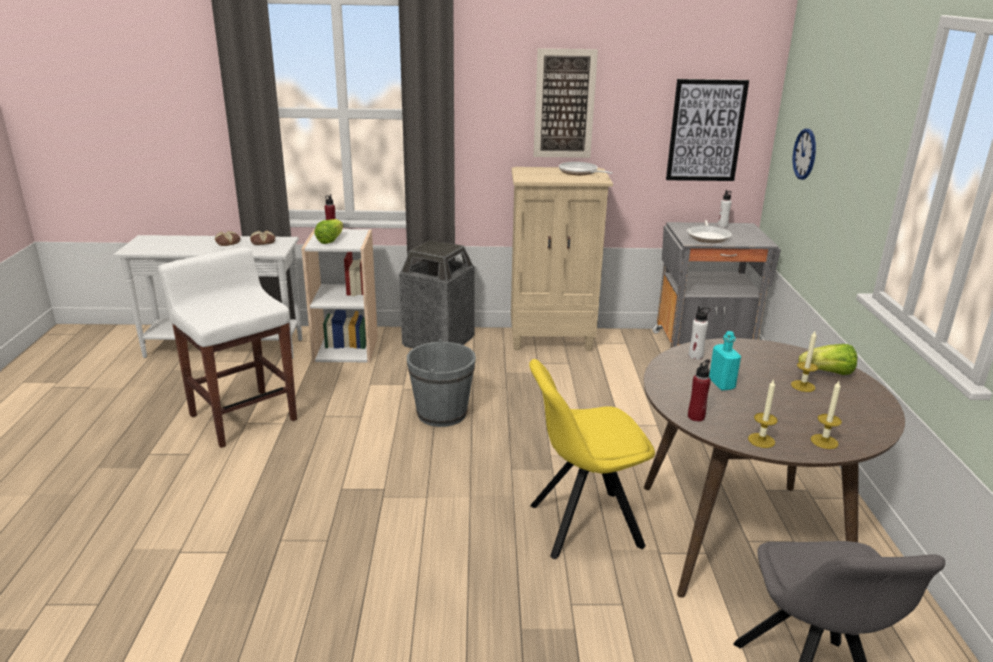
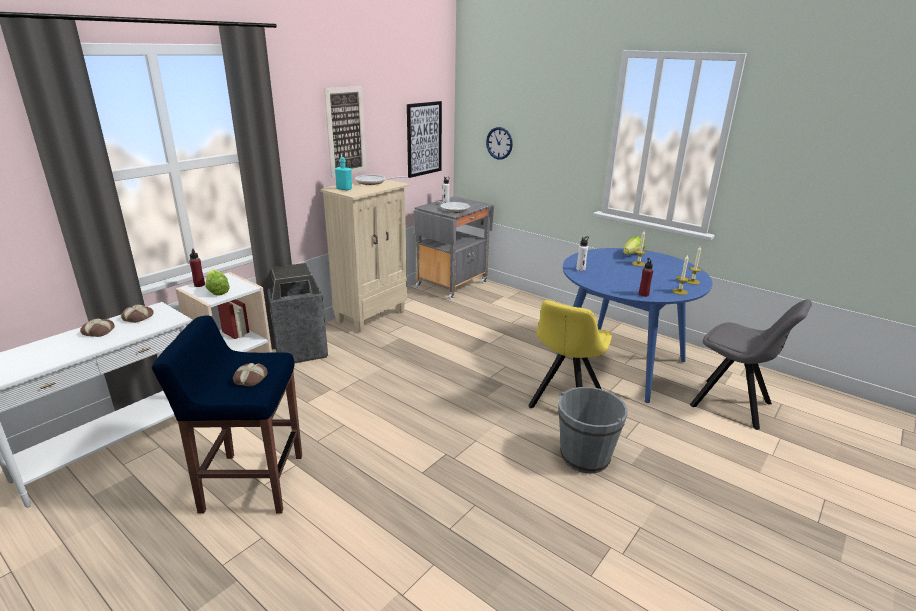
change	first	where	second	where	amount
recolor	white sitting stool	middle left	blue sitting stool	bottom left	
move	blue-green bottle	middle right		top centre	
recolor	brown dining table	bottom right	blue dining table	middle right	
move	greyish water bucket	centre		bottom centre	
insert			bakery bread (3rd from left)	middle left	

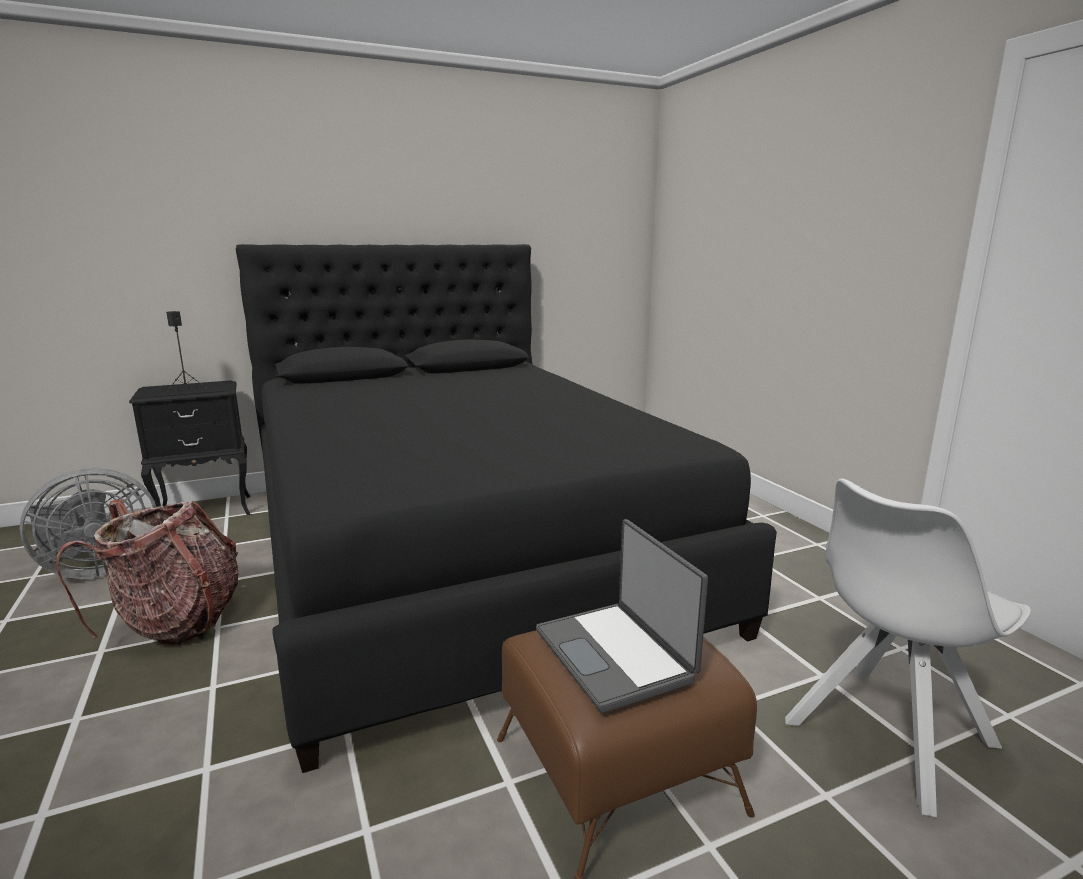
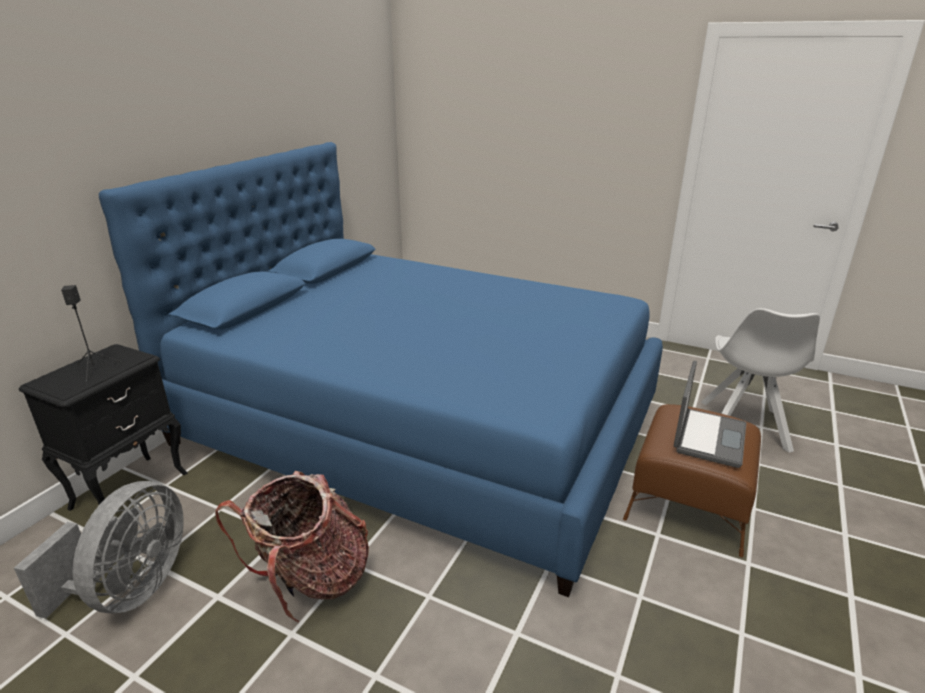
change	first	where	second	where	amount
recolor	black-coloured sleeping bed	centre	blue sleeping bed	centre	
rotate	laptop	bottom centre		middle right	90 degrees counterclockwise

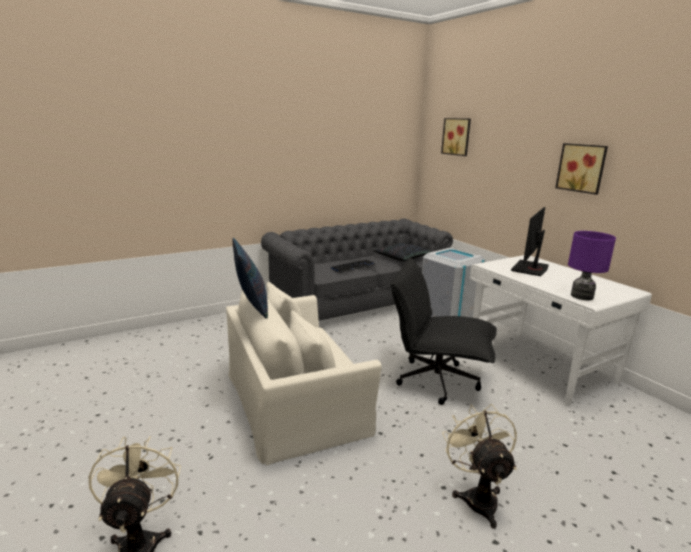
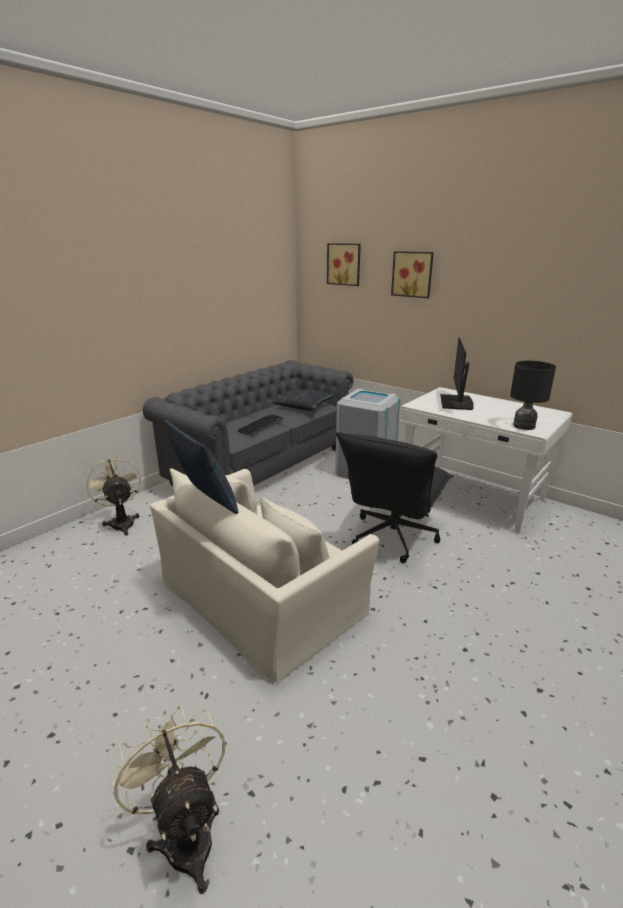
change	first	where	second	where	amount
move	wall art (2nd from left)	top right		top centre	
recolor	purple-coloured tabletop lamp	middle right	black-coloured tabletop lamp	middle right	
rotate	black-coloured computer chair	centre		centre	60 degrees counterclockwise
move	beige-coloured fan (2nd from left in the first image)	bottom right	beige-coloured fan (1st from left)	middle left	

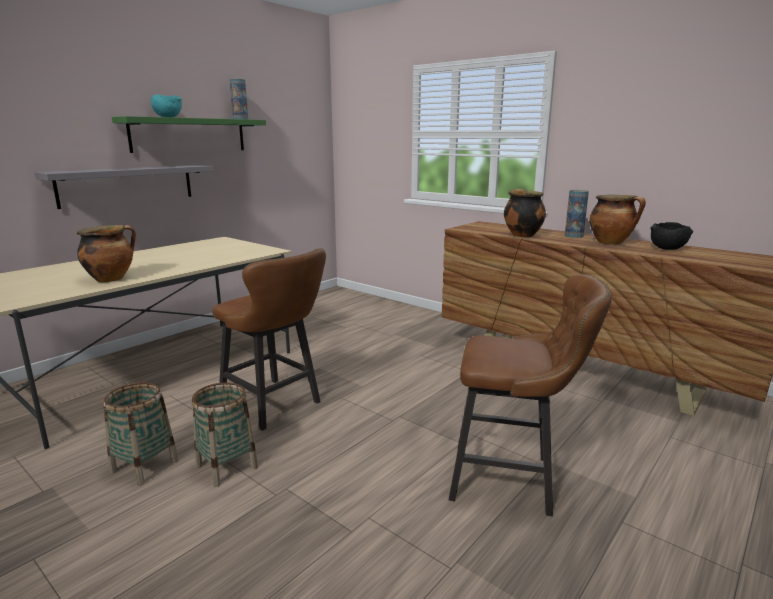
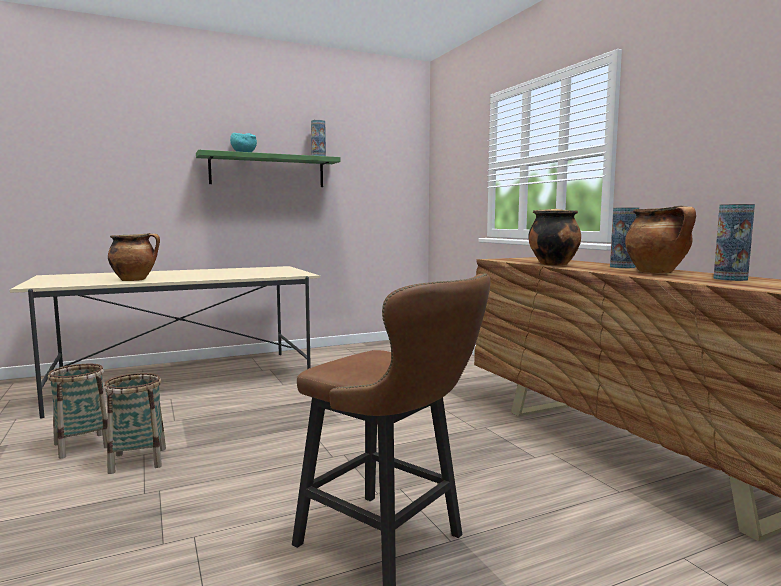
change	first	where	second	where	amount
delete	greyish wall shelf	top left			
replace	black-coloured bowl	middle right	flower vase (3rd from left)	middle right	
delete	brown sitting stool (1st from left)	centre			

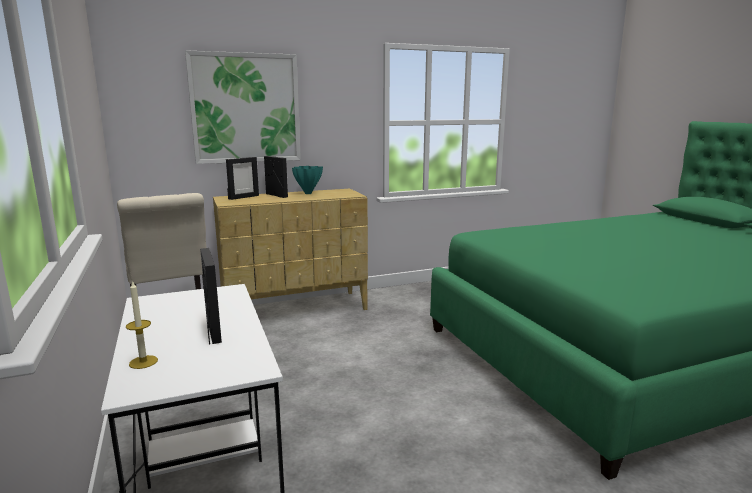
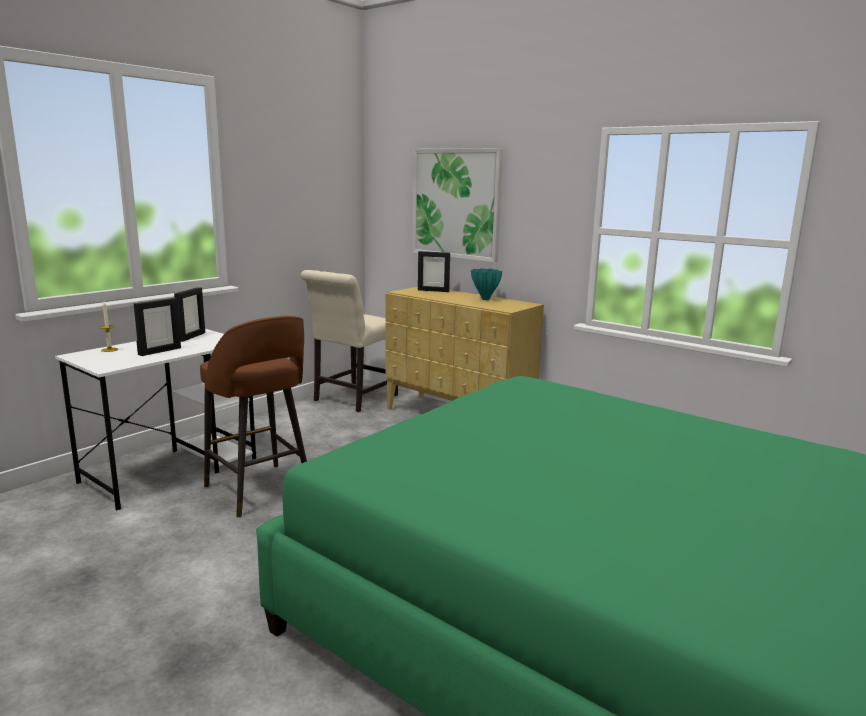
change	first	where	second	where	amount
move	photo frame (3rd from left in the first image)	centre	photo frame (2nd from left)	middle left	
insert			brown sitting stool	middle left	

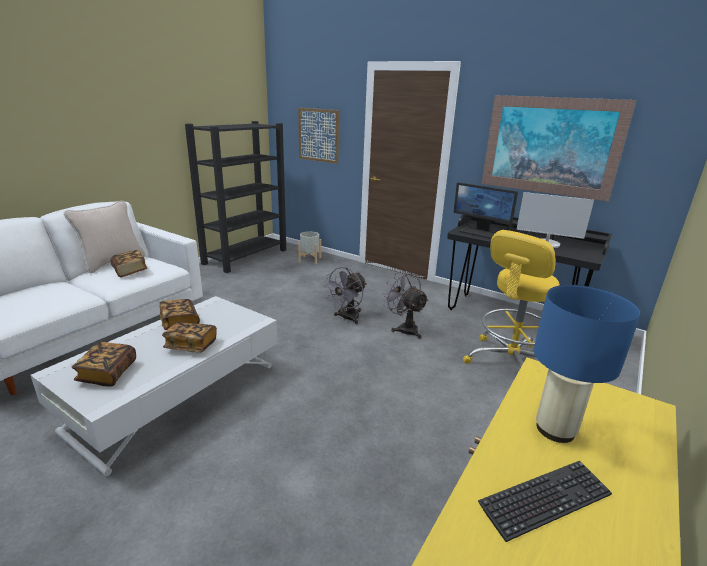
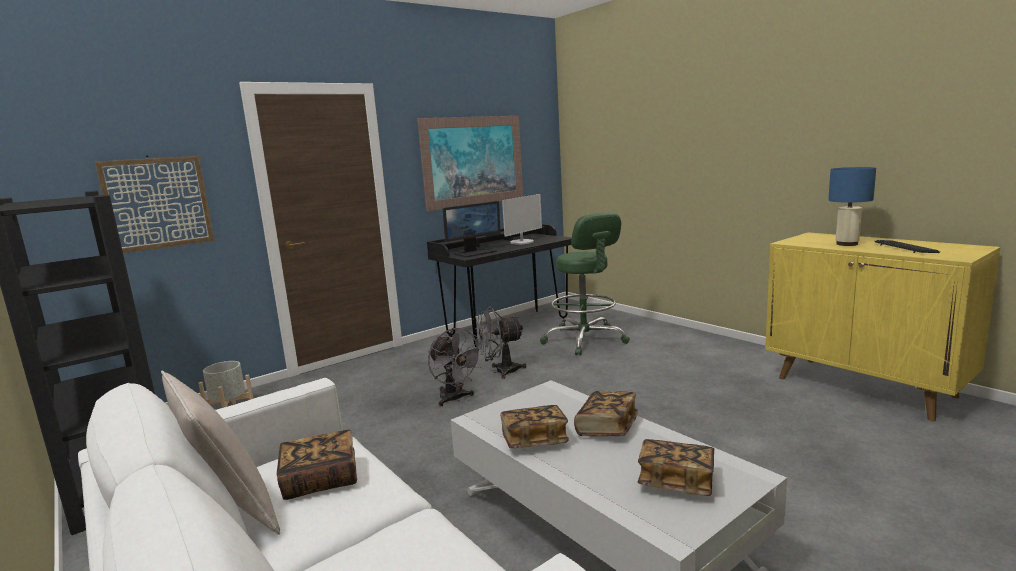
change	first	where	second	where	amount
recolor	yellow sitting stool	middle right	green-coloured sitting stool	centre	

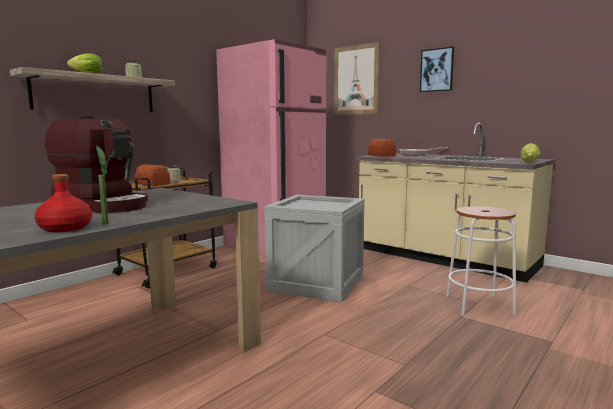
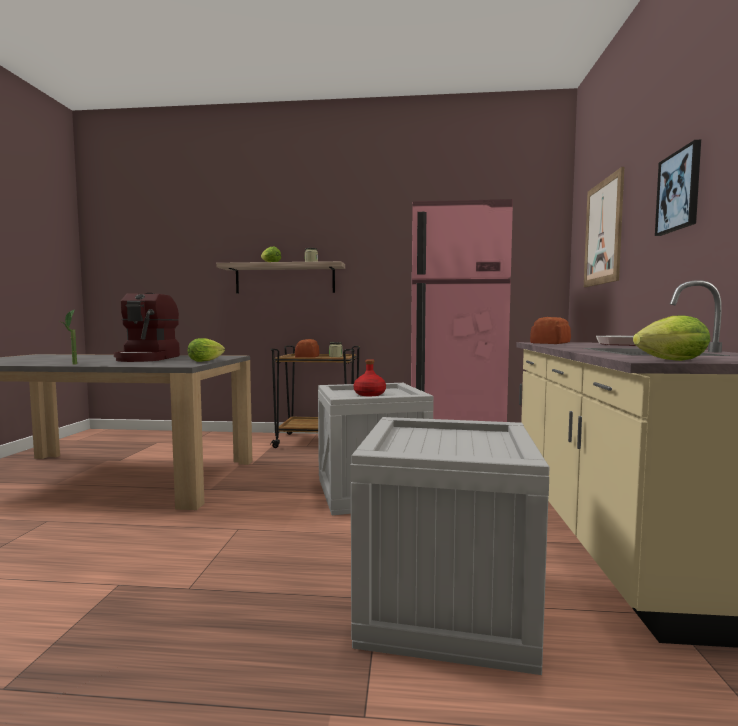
change	first	where	second	where	amount
move	red bottle	middle left		centre	
replace	white sitting stool	middle right	shipping crate (2nd from left)	bottom centre	
insert			lettuce head (1st from left)	middle left	

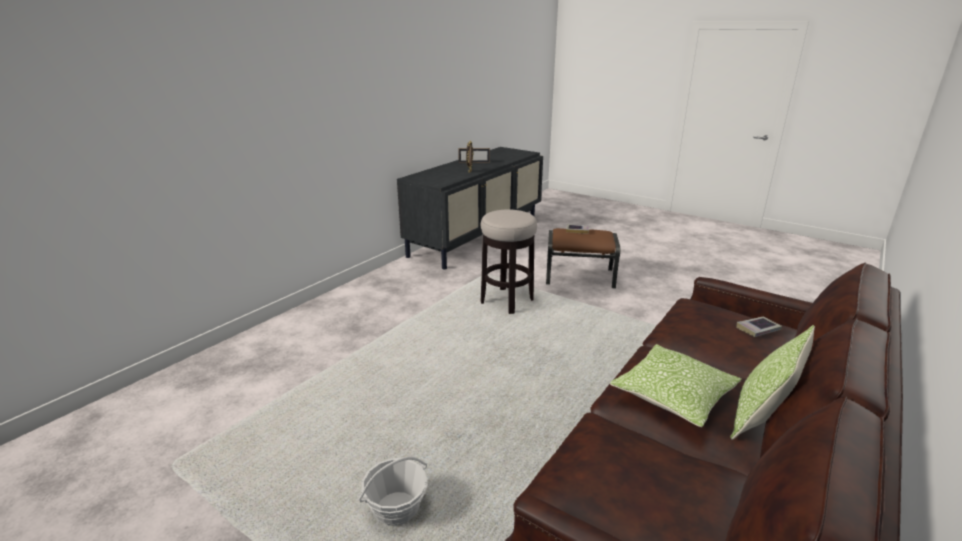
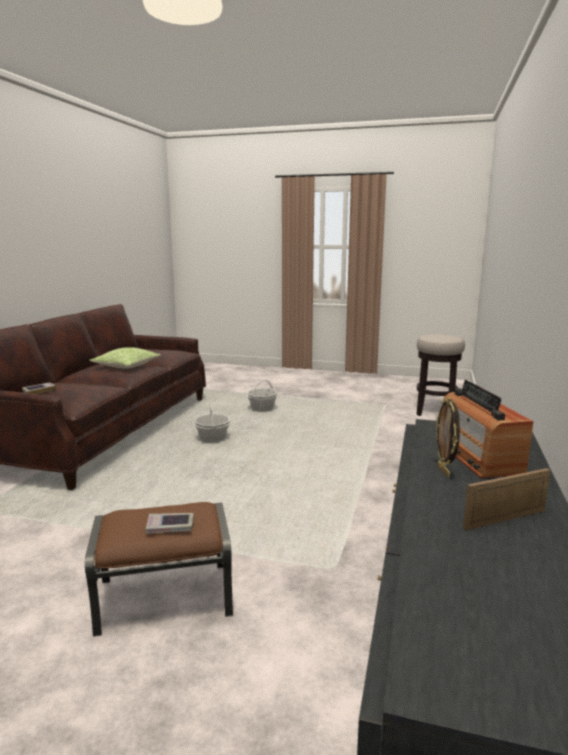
change	first	where	second	where	amount
move	sitting stool	centre		middle right	
delete	pillow (2nd from left)	bottom right			
insert			radio receiver	middle right	
insert			storage basket (1st from left)	centre	

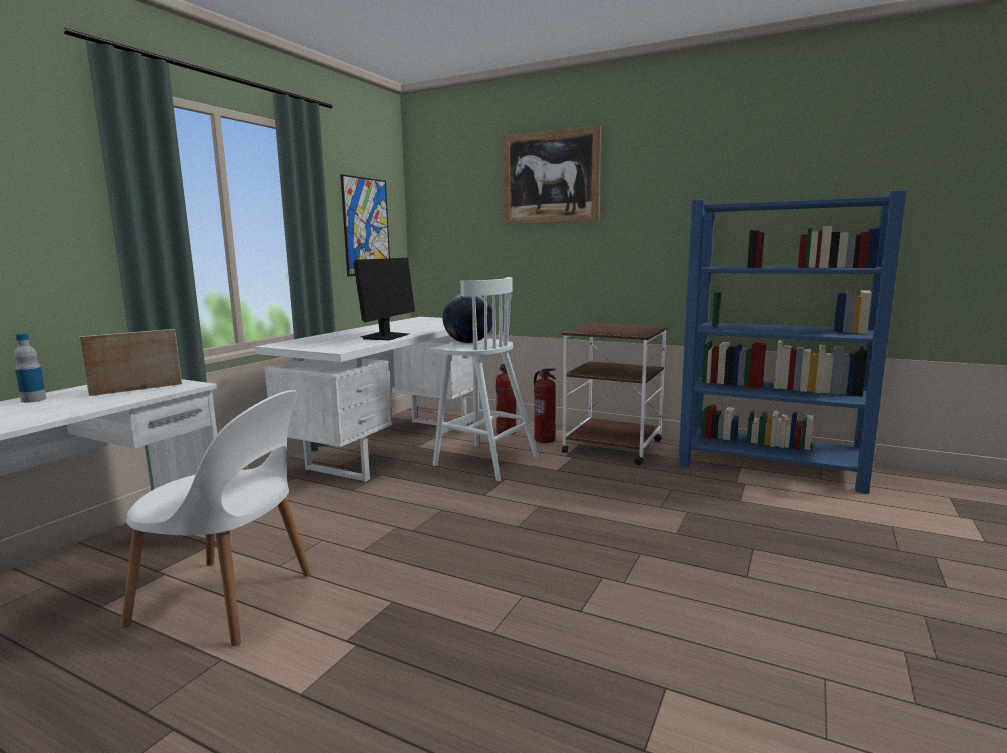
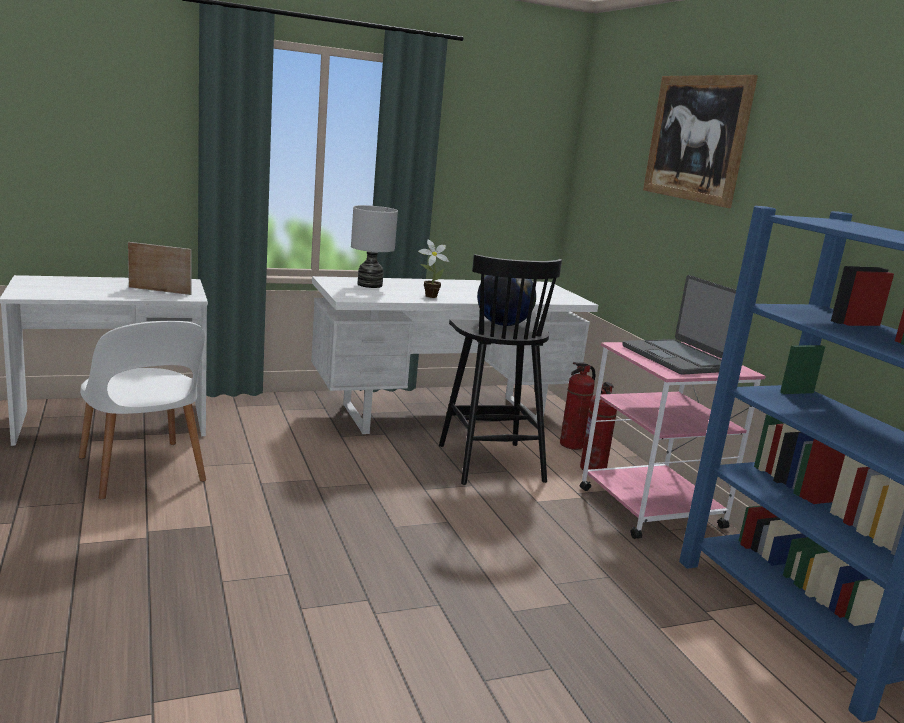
change	first	where	second	where	amount
delete	wall art (1st from left)	top centre			
replace	computer display	centre	potted plant	centre	
recolor	white sitting stool	centre	black-coloured sitting stool	centre	
recolor	brown trolley	centre	pink-coloured trolley	middle right	
delete	bottle	middle left			
insert			greyish tabletop lamp	centre	
insert			laptop	middle right	

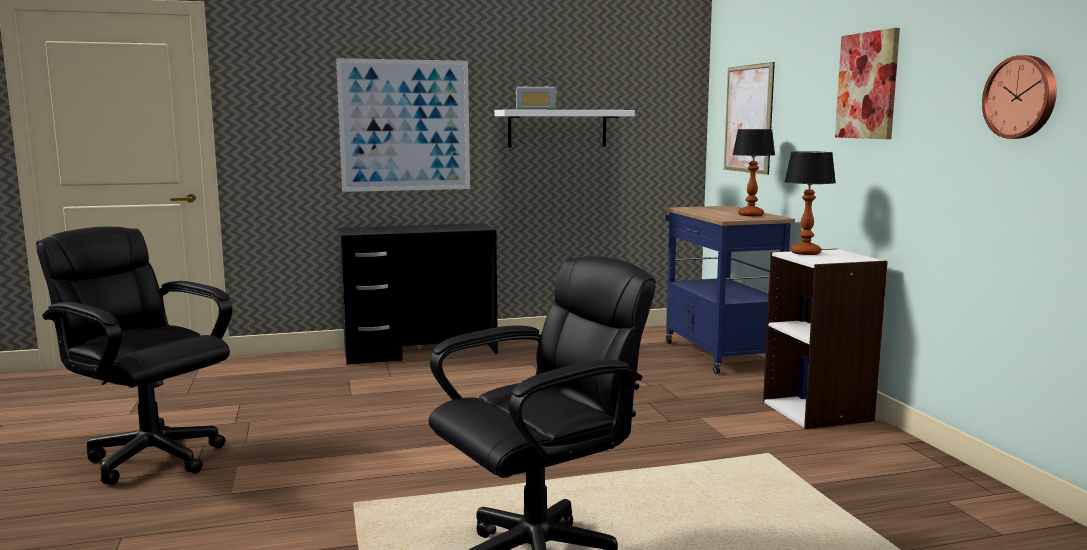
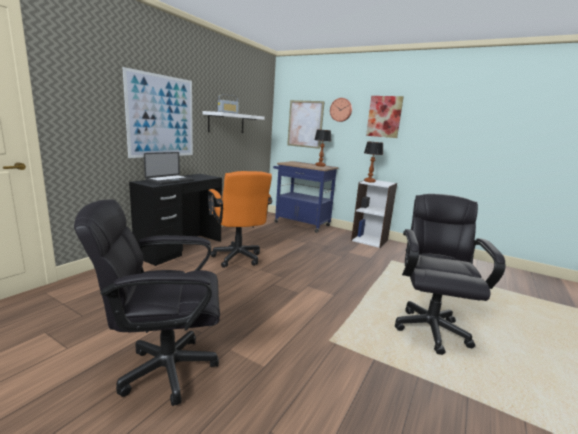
change	first	where	second	where	amount
move	hanging clock	top right		top centre	
insert			laptop	middle left	
insert			orange computer chair	centre	

